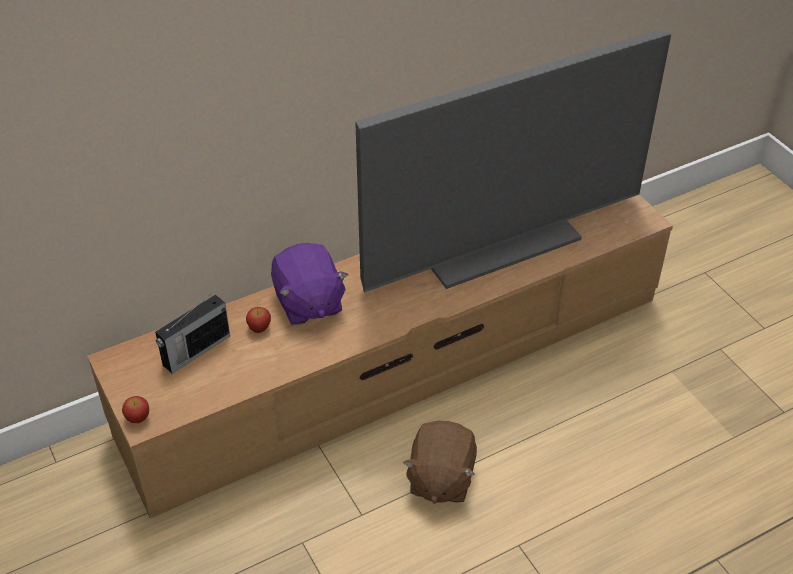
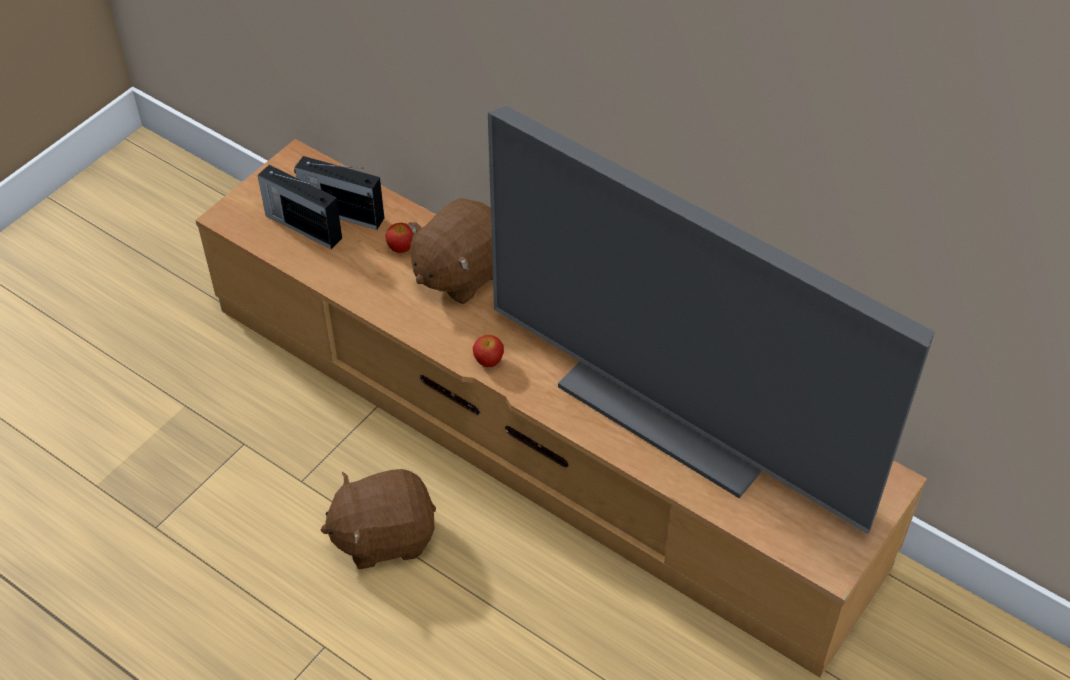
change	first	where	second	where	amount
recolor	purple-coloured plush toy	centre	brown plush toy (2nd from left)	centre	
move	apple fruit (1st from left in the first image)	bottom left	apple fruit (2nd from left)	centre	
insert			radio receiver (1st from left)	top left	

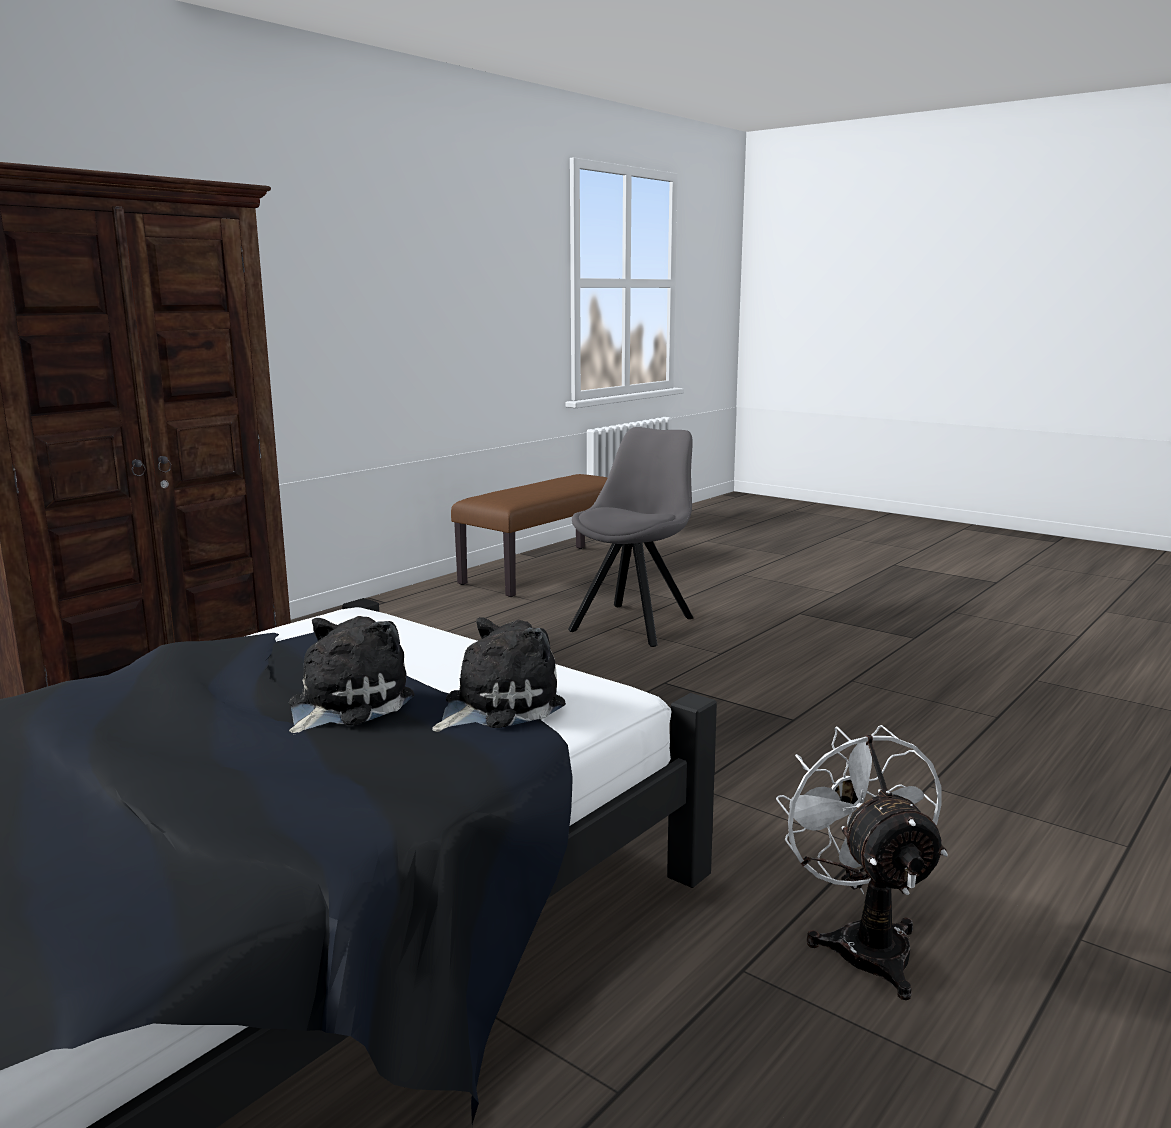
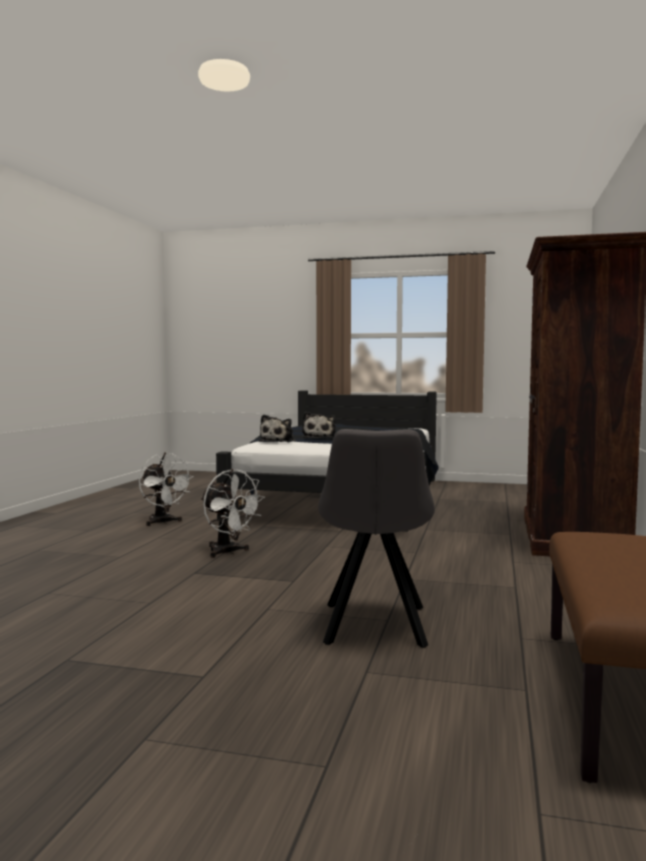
change	first	where	second	where	amount
insert			white fan (2nd from left)	centre	

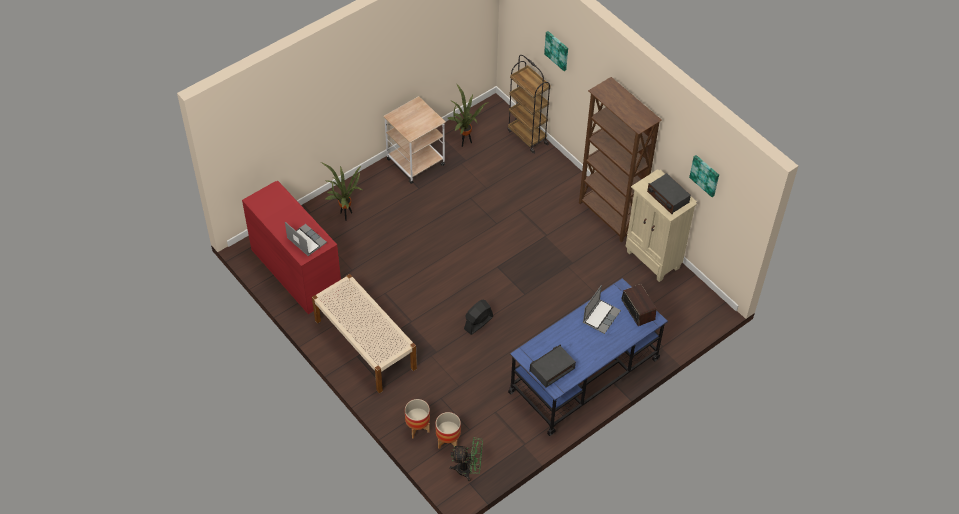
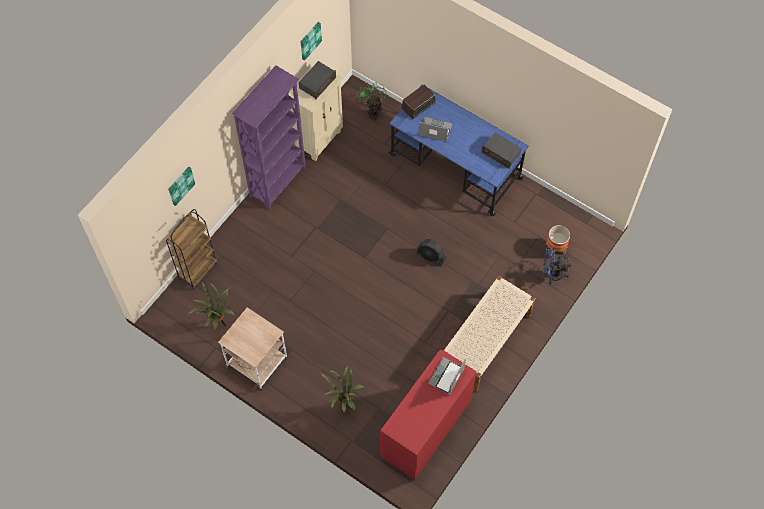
change	first	where	second	where	amount
recolor	brown bookshelf	top centre	purple-coloured bookshelf	top centre	
replace	planter (1st from left)	bottom centre	blue fan	middle right	
move	green-coloured fan	bottom centre		top centre	

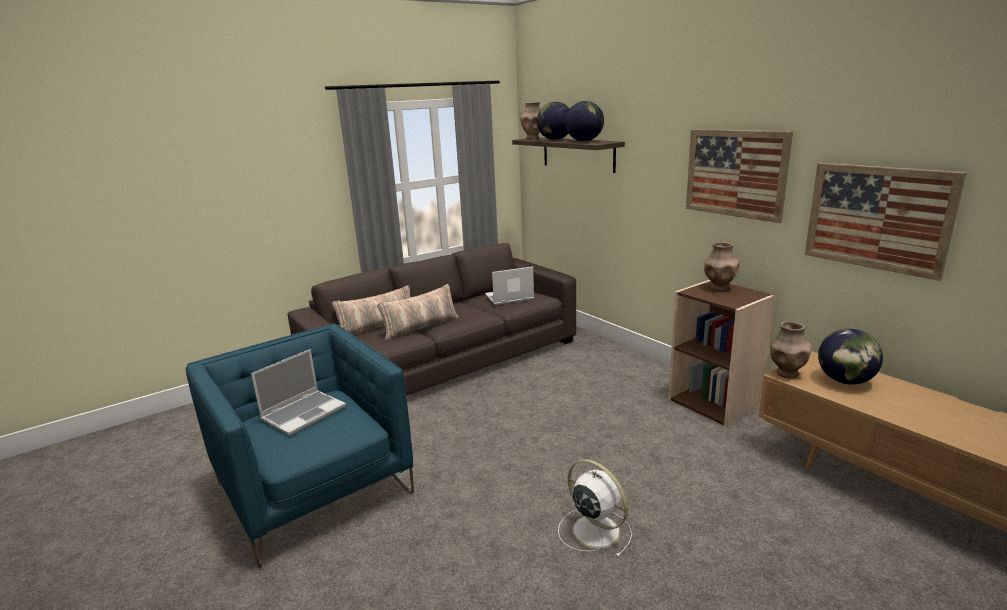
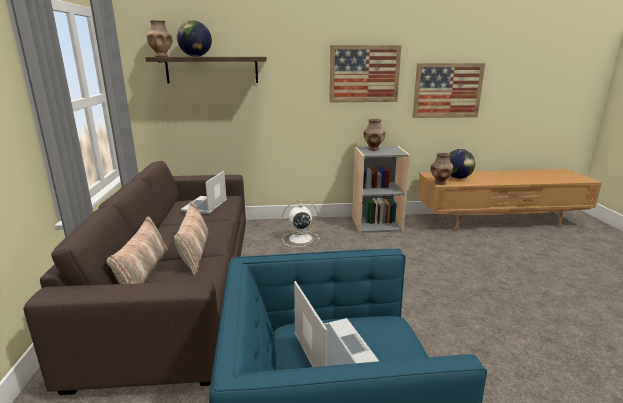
change	first	where	second	where	amount
delete	world globe (2nd from left)	top centre			
recolor	brown bookshelf	middle right	greyish bookshelf	centre	
move	white fan	bottom centre		centre	

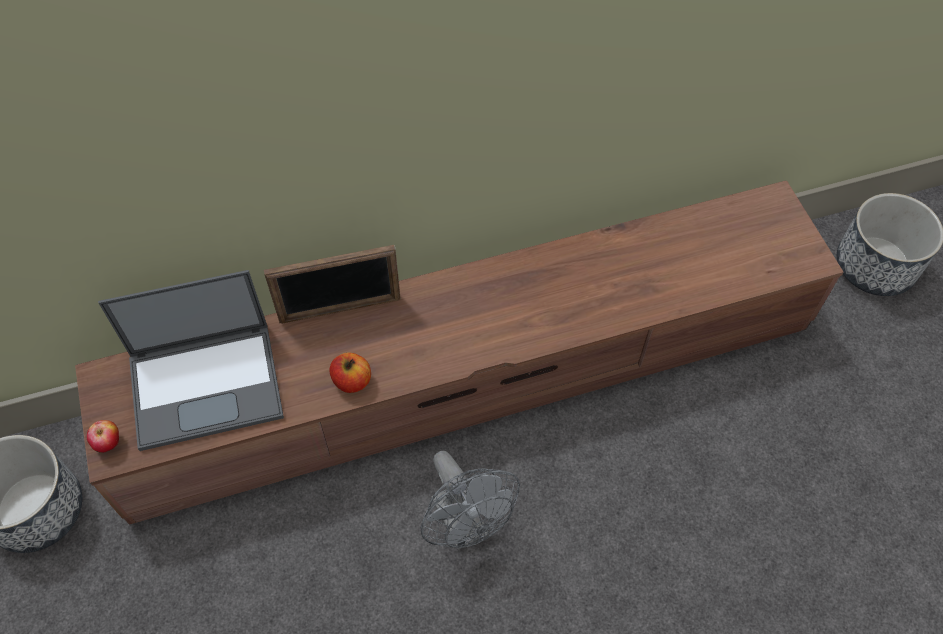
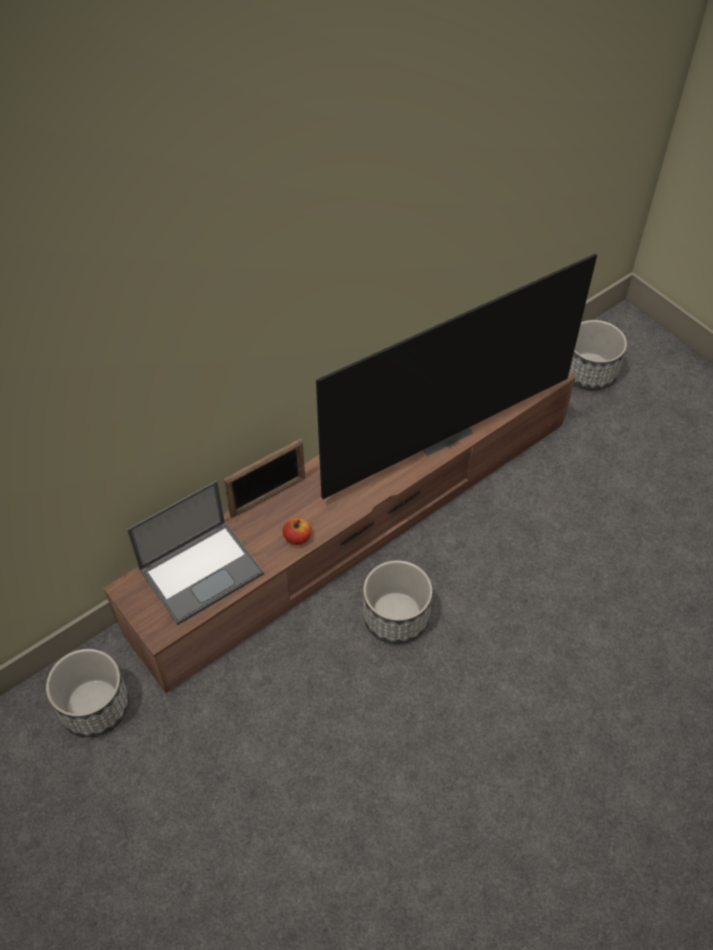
change	first	where	second	where	amount
delete	apple fruit (1st from left)	bottom left			
replace	greyish fan	bottom centre	planter (2nd from left)	centre	
insert			television	centre	

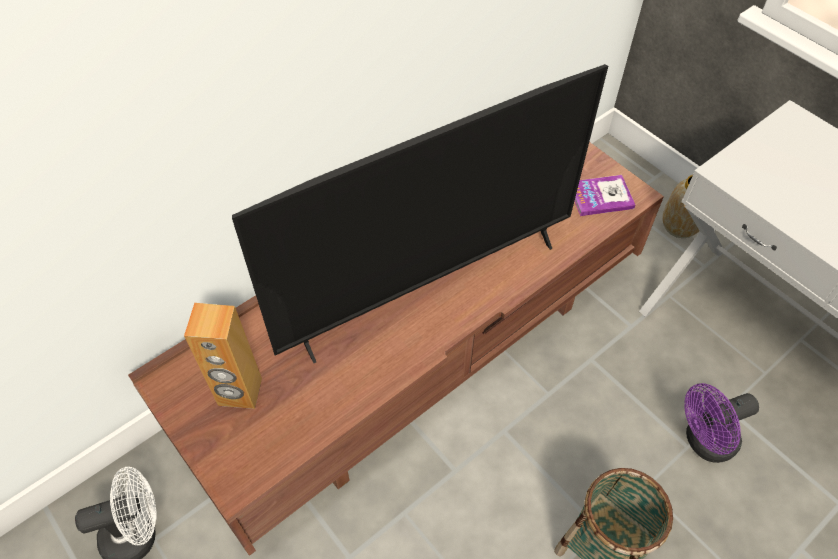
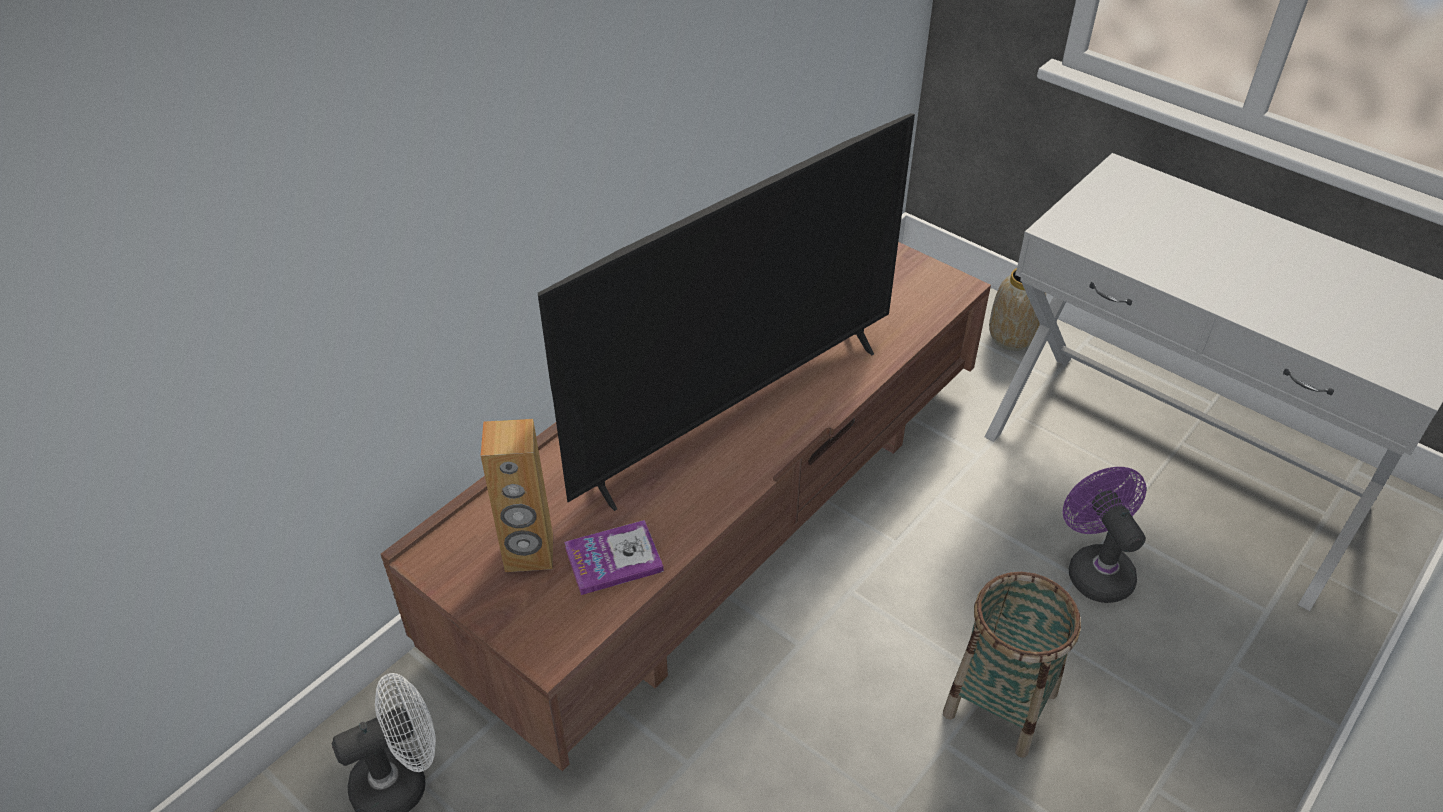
change	first	where	second	where	amount
move	bound book	middle right		bottom centre	
rotate	purple-coloured fan	bottom right		middle right	105 degrees clockwise

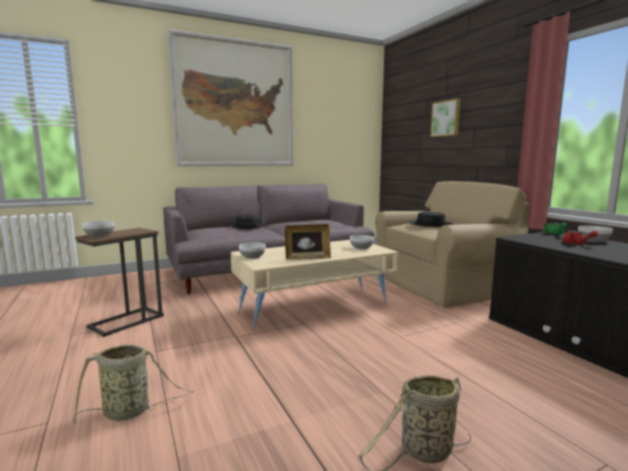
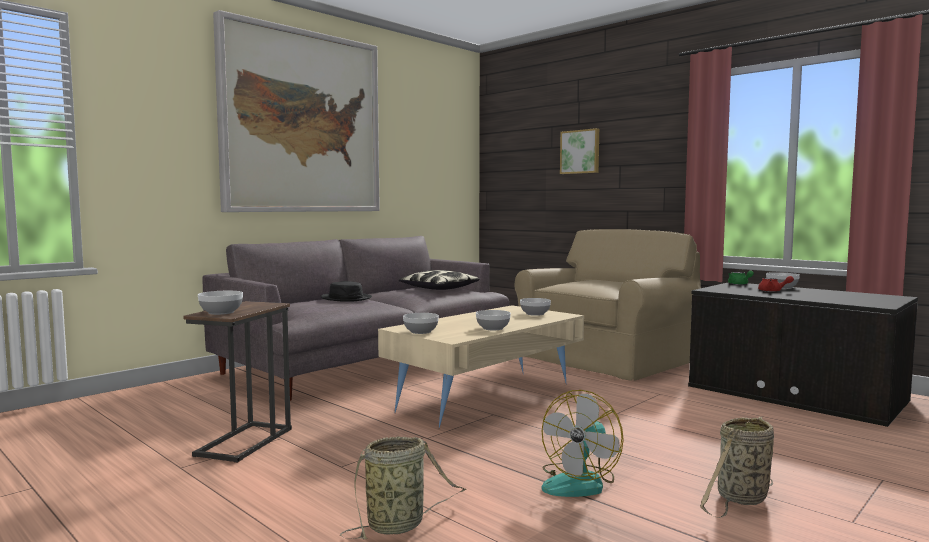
change	first	where	second	where	amount
delete	black-coloured wearable hat (2nd from left)	middle right			
replace	photo frame	centre	bowl (3rd from left)	centre	
insert			pillow	centre	
insert			fan	bottom centre	

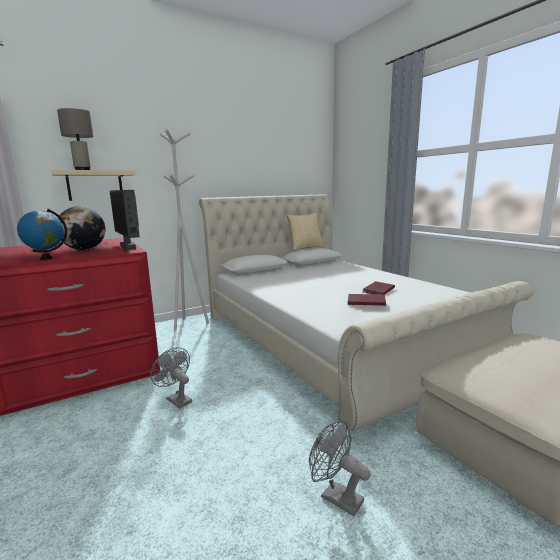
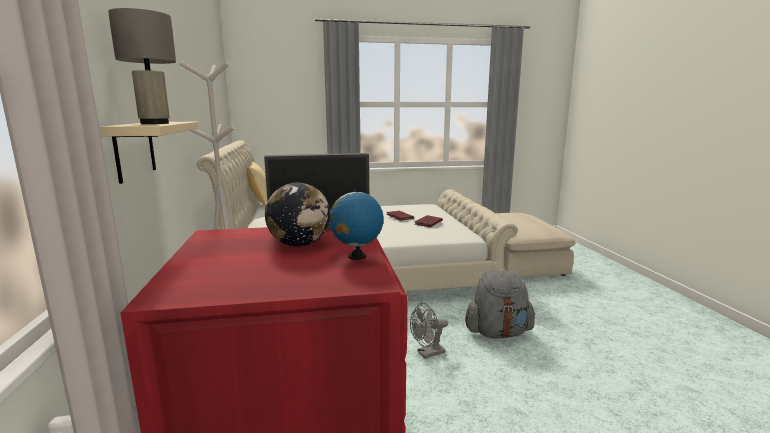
change	first	where	second	where	amount
delete	greyish fan (2nd from left)	bottom centre			
insert			greyish knapsack	bottom centre	

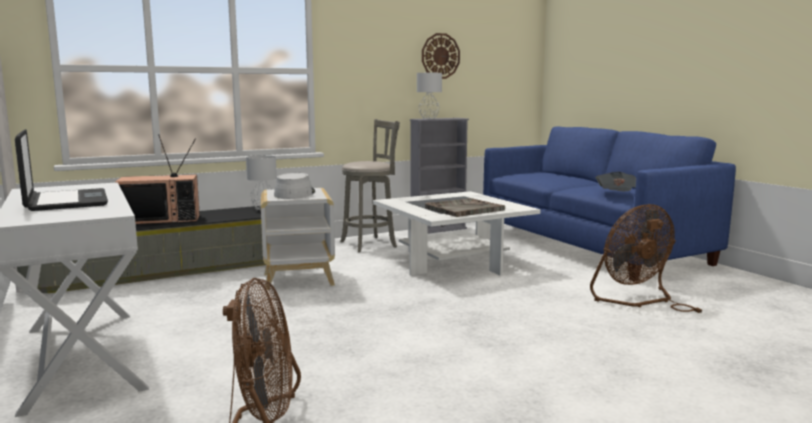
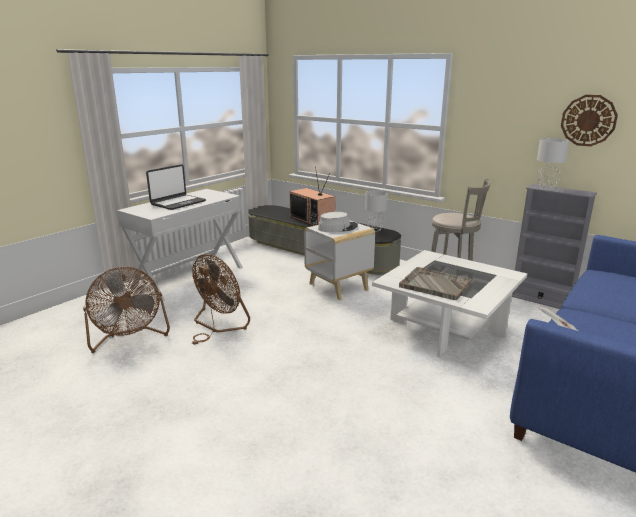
change	first	where	second	where	amount
move	brown fan (2nd from left)	middle right		centre	

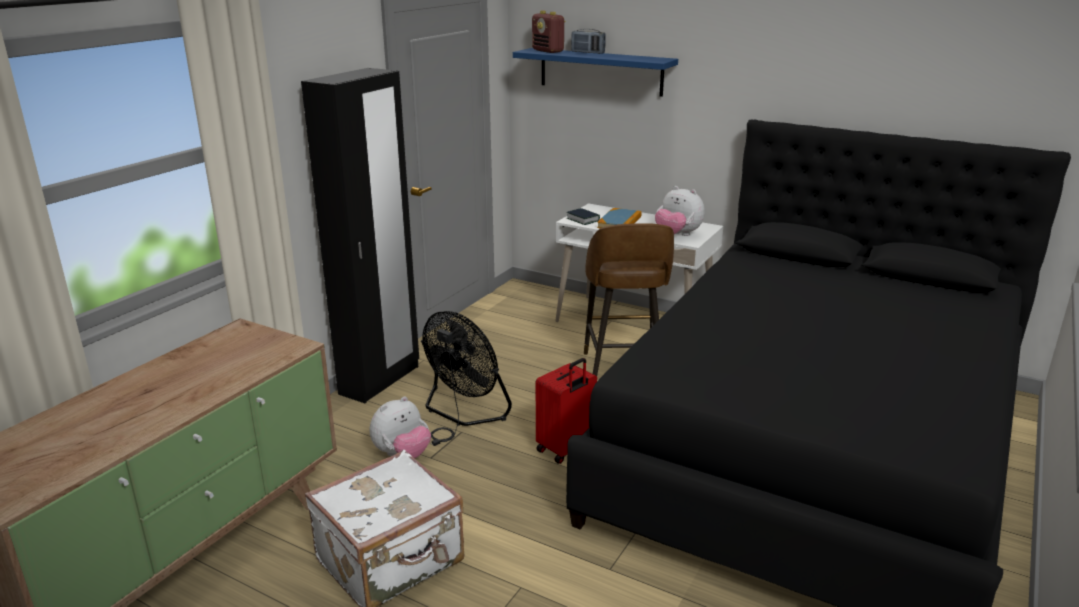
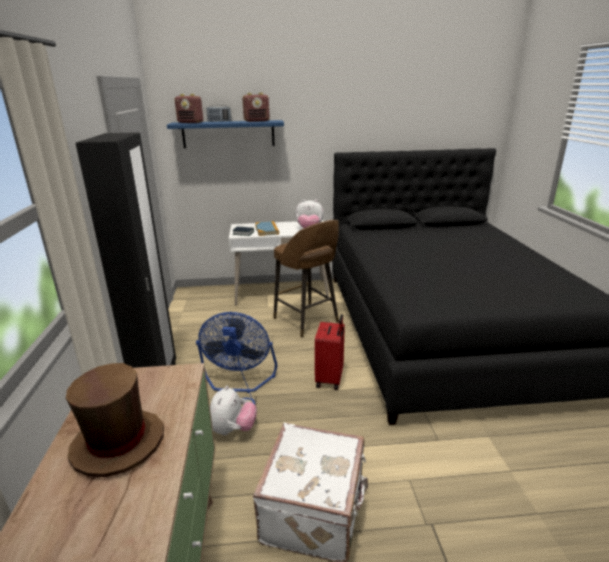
change	first	where	second	where	amount
recolor	black-coloured fan	centre	blue fan	centre	
insert			radio receiver (3rd from left)	top centre	
insert			brown wearable hat	bottom left	

